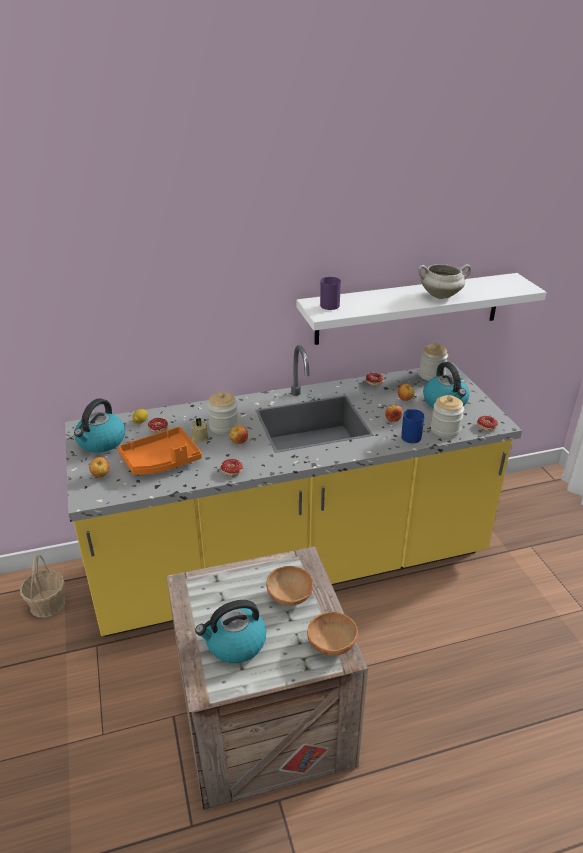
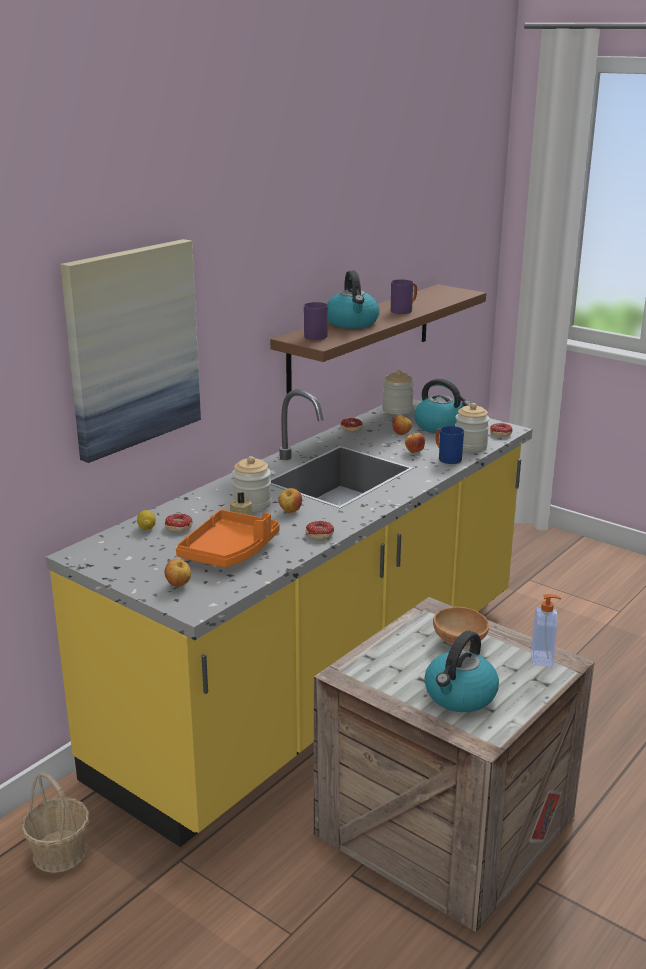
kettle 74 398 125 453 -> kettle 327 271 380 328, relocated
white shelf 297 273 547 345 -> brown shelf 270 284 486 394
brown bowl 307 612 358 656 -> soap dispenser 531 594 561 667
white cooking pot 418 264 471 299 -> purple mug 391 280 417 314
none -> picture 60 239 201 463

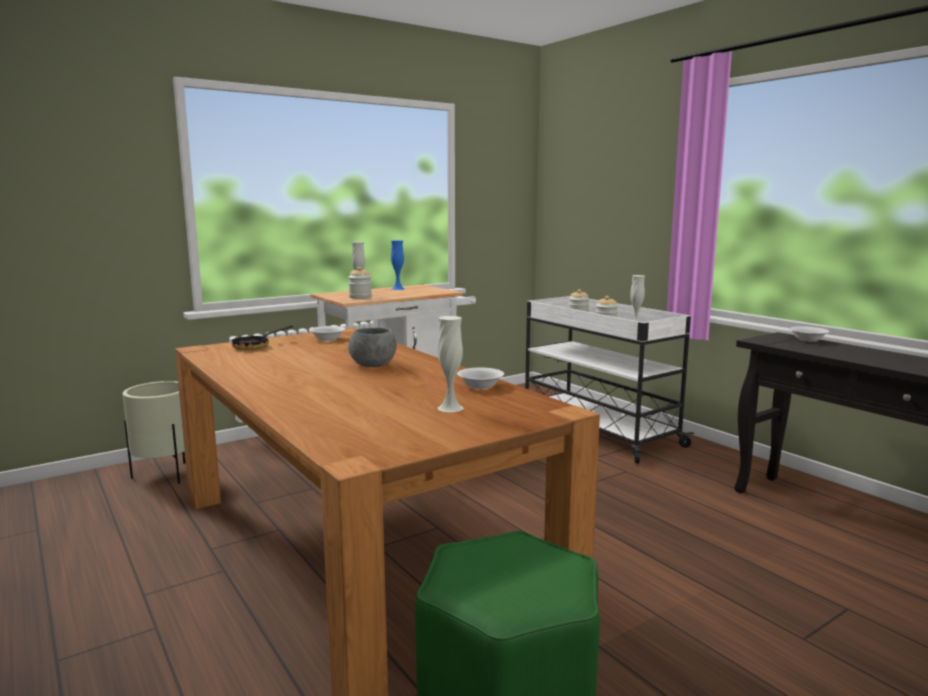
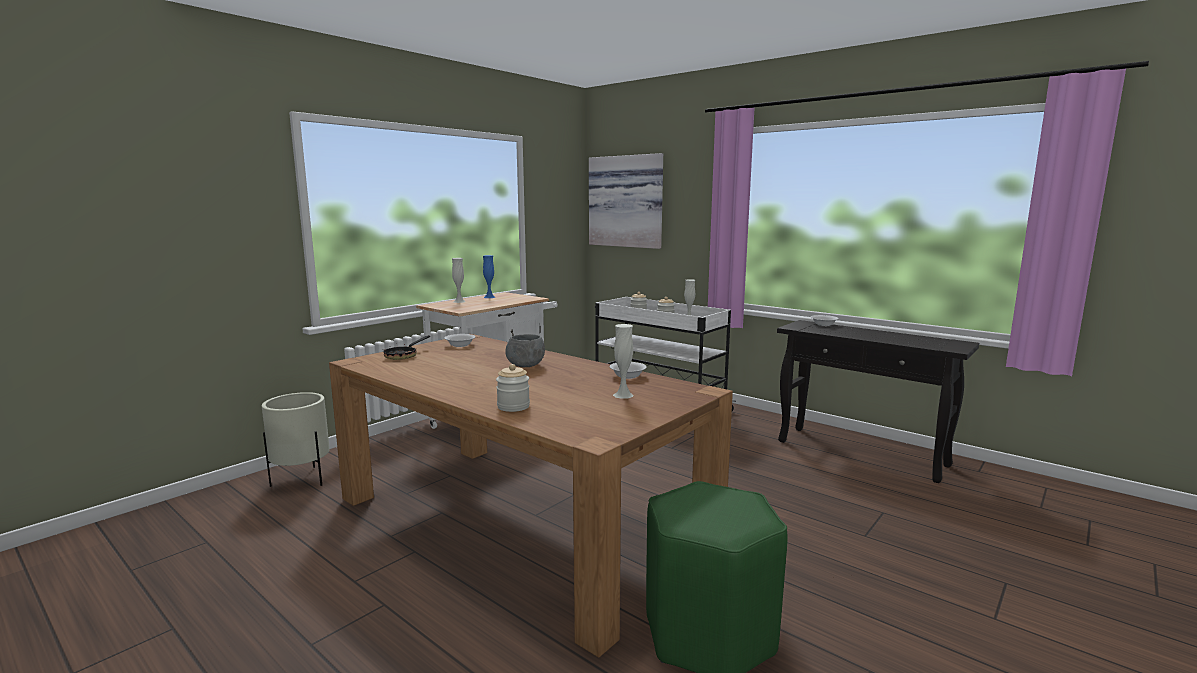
jar 348 267 372 299 -> jar 496 364 530 412, relocated
none -> picture 589 153 663 249

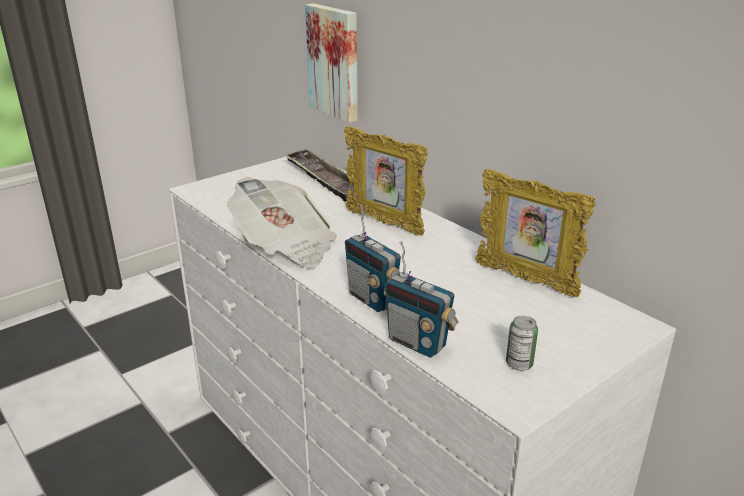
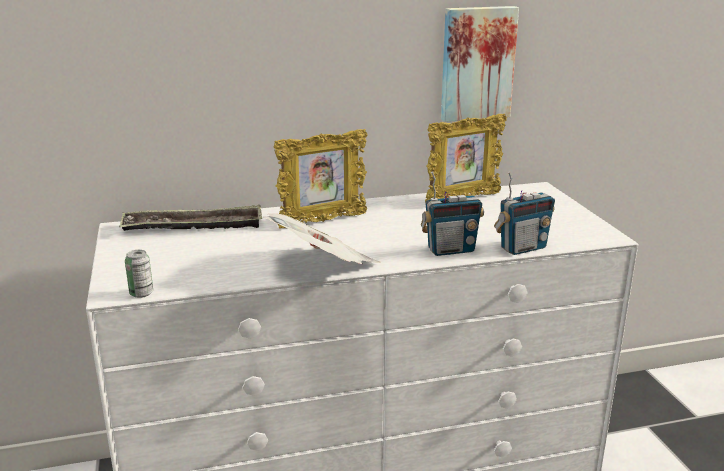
picture 305 3 358 123 -> picture 441 6 519 122, relocated
can 506 315 538 371 -> can 125 250 153 298, relocated

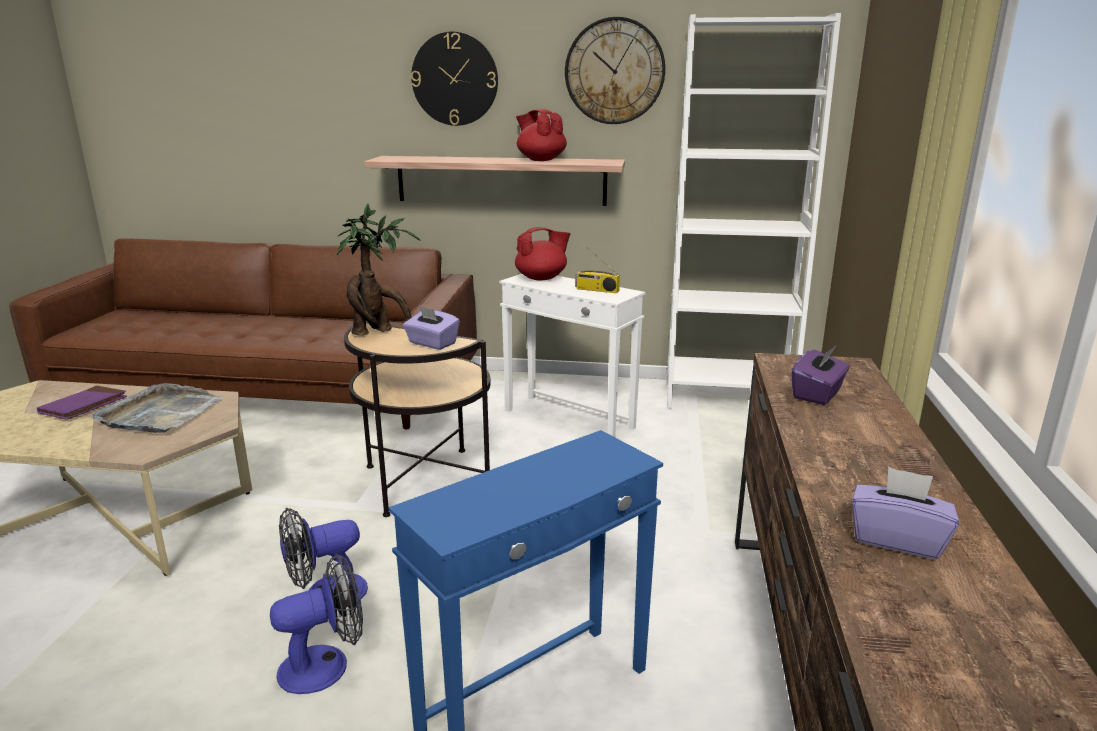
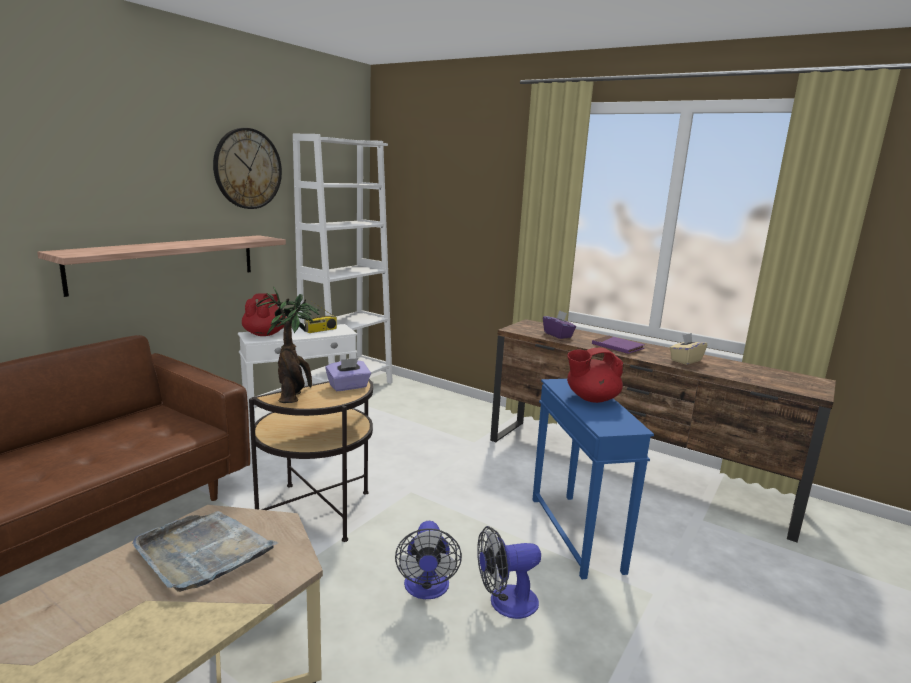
purple book 37 385 127 420 -> purple book 592 335 645 354, relocated
fan 270 554 363 694 -> fan 477 526 541 619, 105 degrees counterclockwise
wall clock 411 31 498 126 -> none
red teapot 516 109 567 161 -> red teapot 567 348 623 403, relocated
purple tissue box 852 467 959 559 -> beige tissue box 670 333 707 365

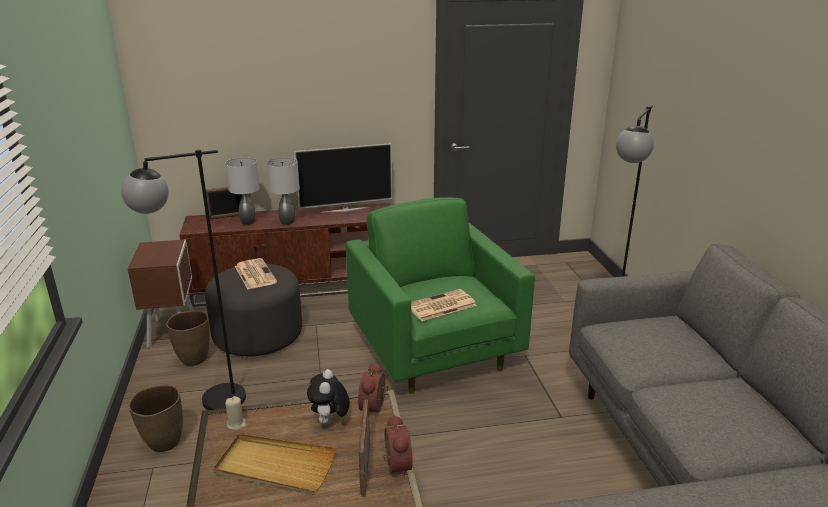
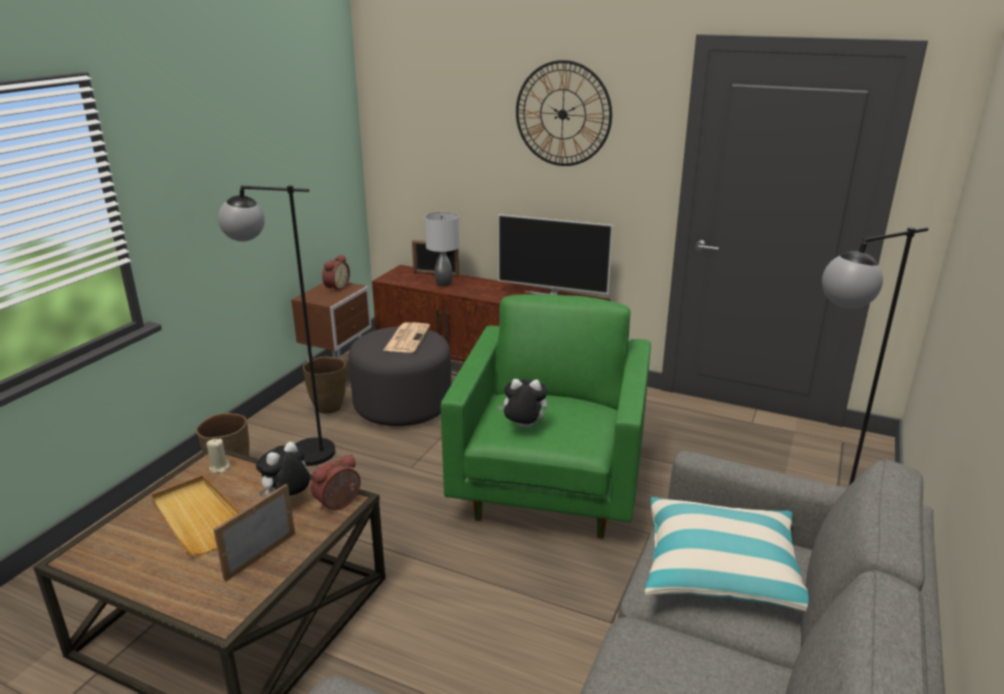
grey table lamp 266 157 300 225 -> none
alarm clock 383 414 413 478 -> alarm clock 322 254 350 292, relocated
newspaper 411 289 477 321 -> plush toy 498 379 548 428
none -> wall clock 516 60 612 166
none -> pillow 645 497 809 612

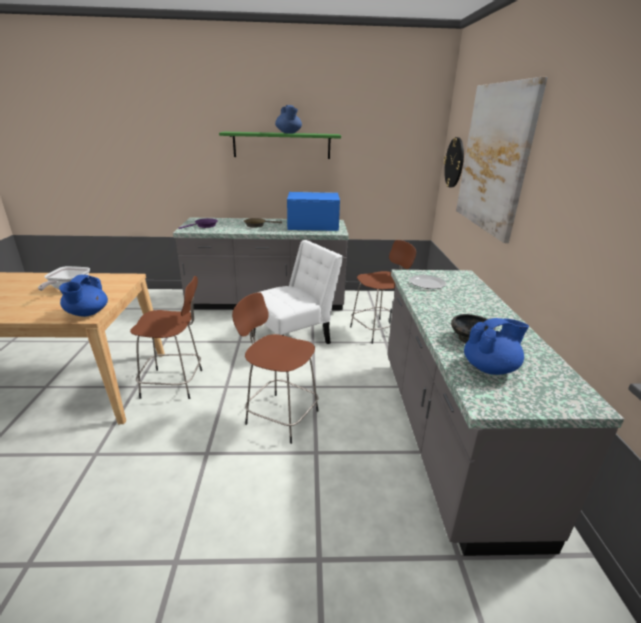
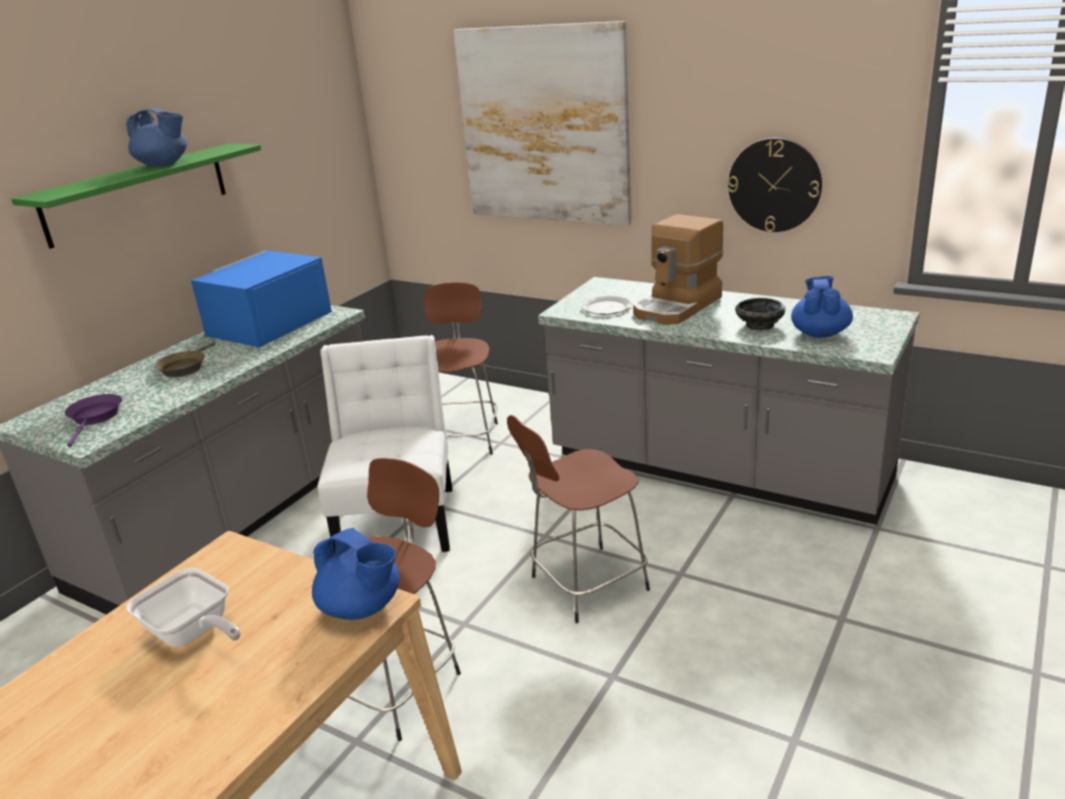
wall clock 444 137 464 187 -> wall clock 728 138 822 232, relocated
none -> coffee machine 633 214 723 325

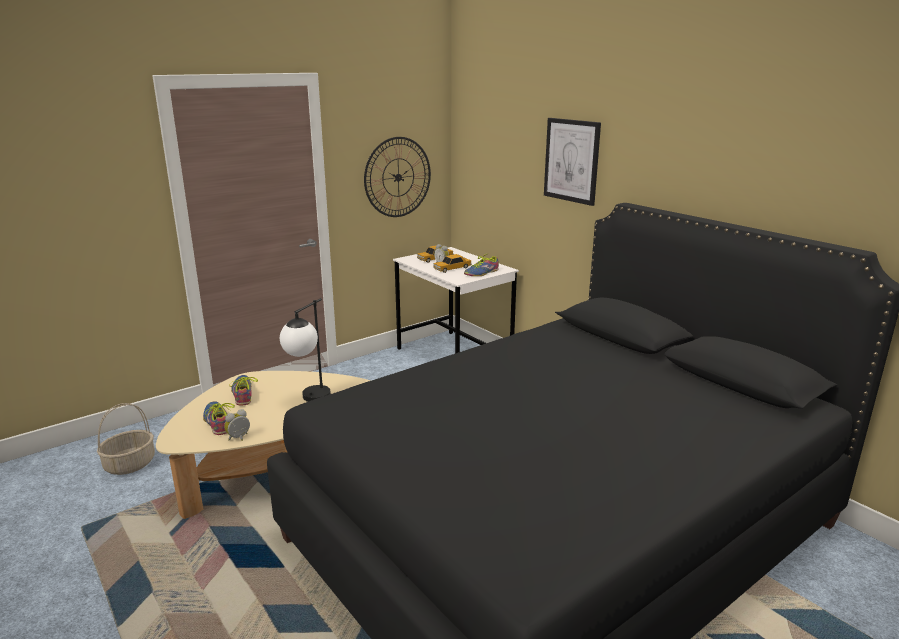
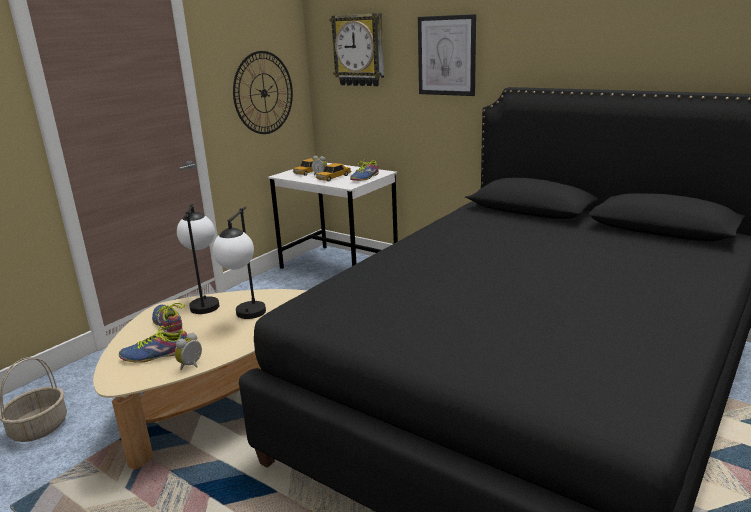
shoe 203 401 235 435 -> shoe 119 324 187 363, 60 degrees counterclockwise
none -> table lamp 177 204 219 314
none -> wall clock 329 13 384 86

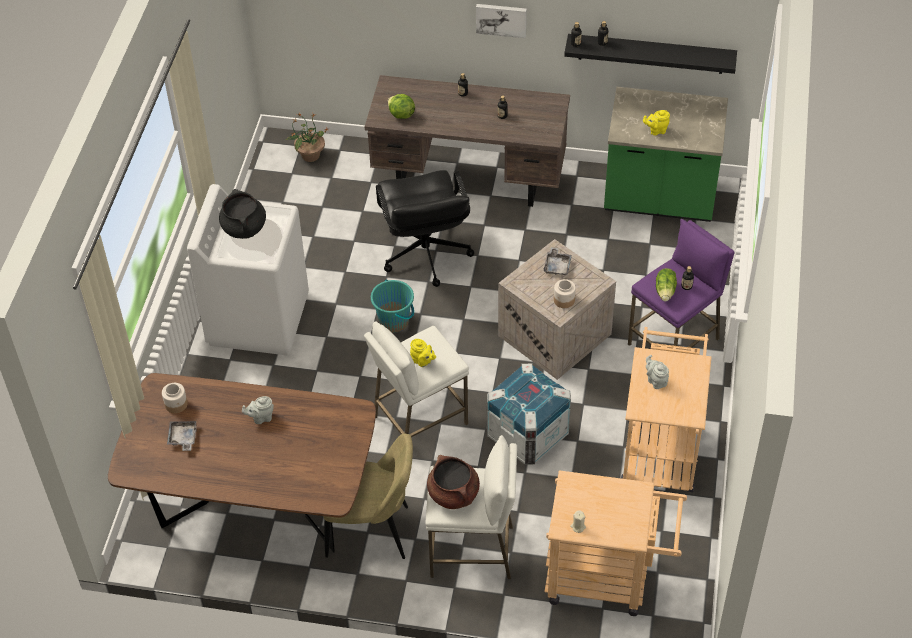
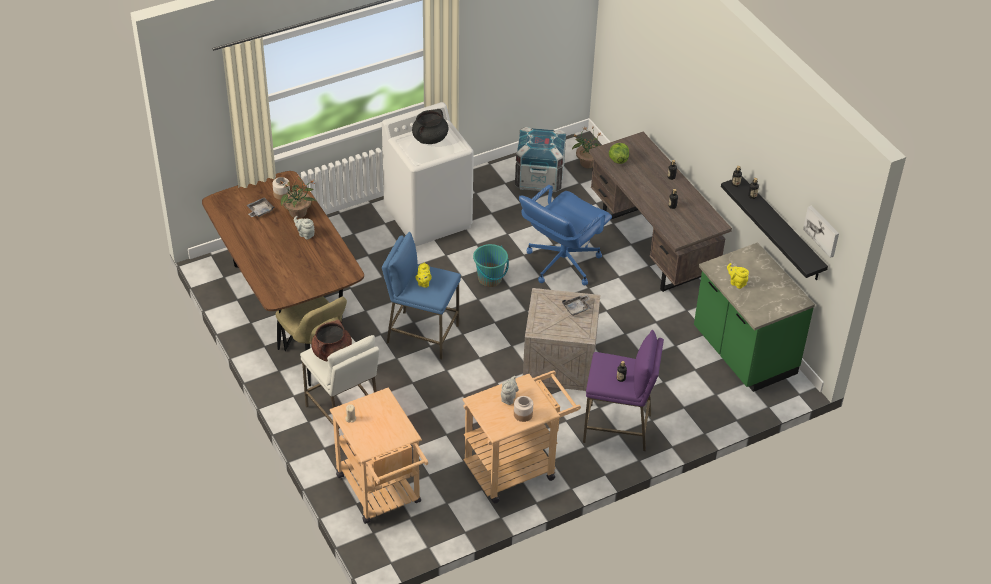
white stool 364 321 469 437 -> blue stool 382 232 461 359
black office chair 376 170 474 287 -> blue office chair 519 185 612 286
picture 476 4 527 38 -> picture 803 205 839 258, relocated
crate 487 364 571 465 -> crate 515 127 566 192, relocated
jar 554 279 576 308 -> jar 514 396 533 422, relocated
lettuce 656 268 677 302 -> none
none -> potted plant 279 176 317 218

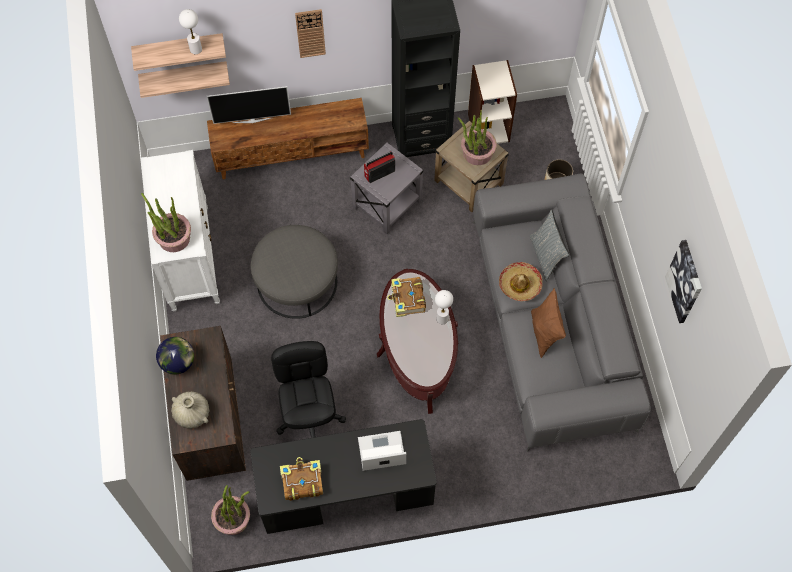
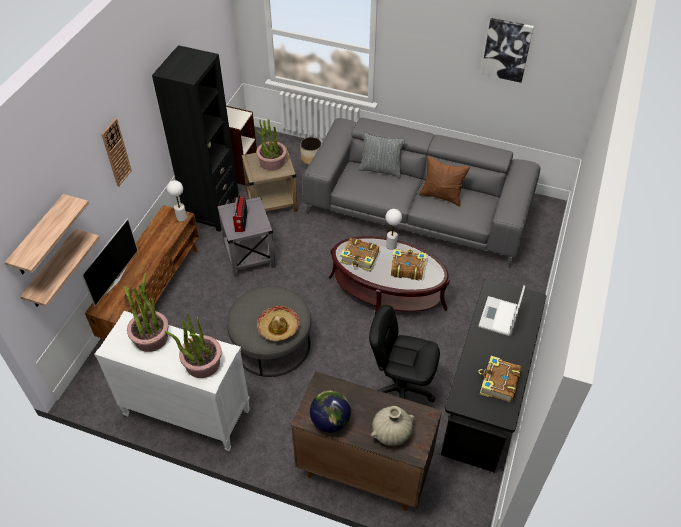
white table lamp 179 9 202 54 -> white table lamp 167 180 187 222, relocated
potted plant 211 485 250 535 -> potted plant 124 273 169 352, relocated
hat 499 262 543 301 -> hat 257 306 300 341, relocated
none -> book 391 249 426 280

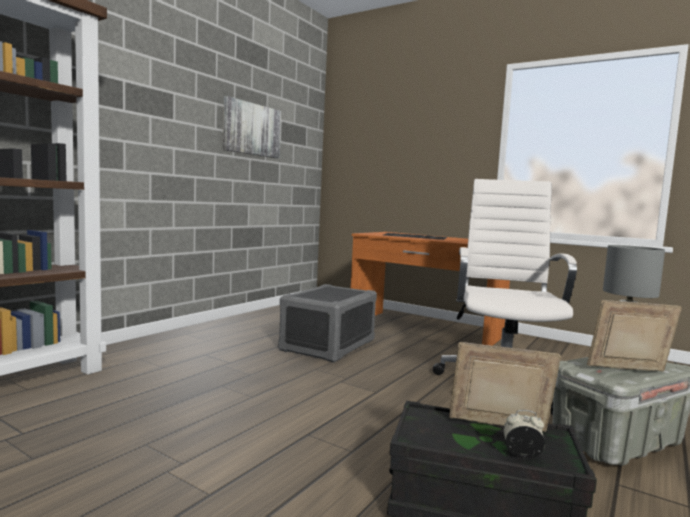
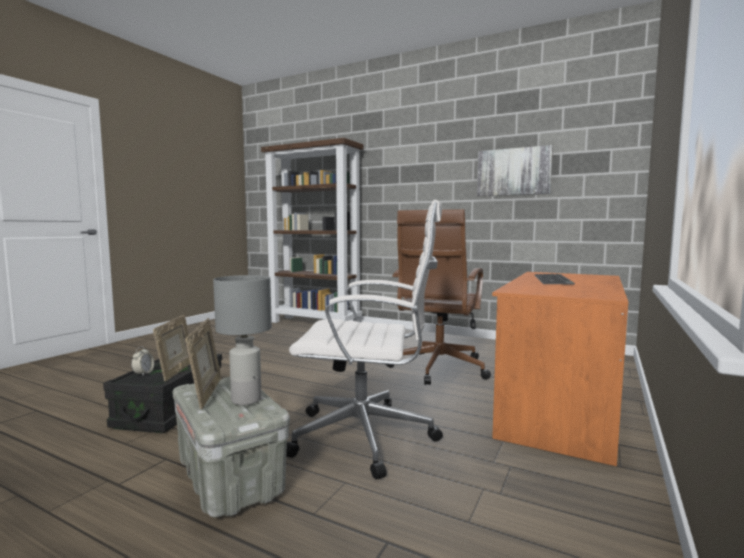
grey storage box 278 284 377 362 -> brown office chair 386 209 491 385

